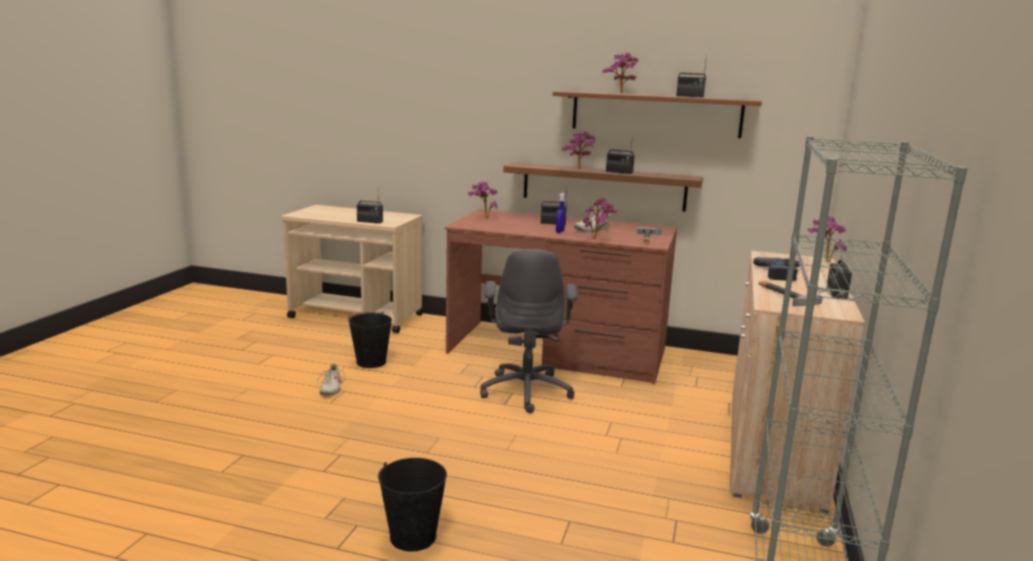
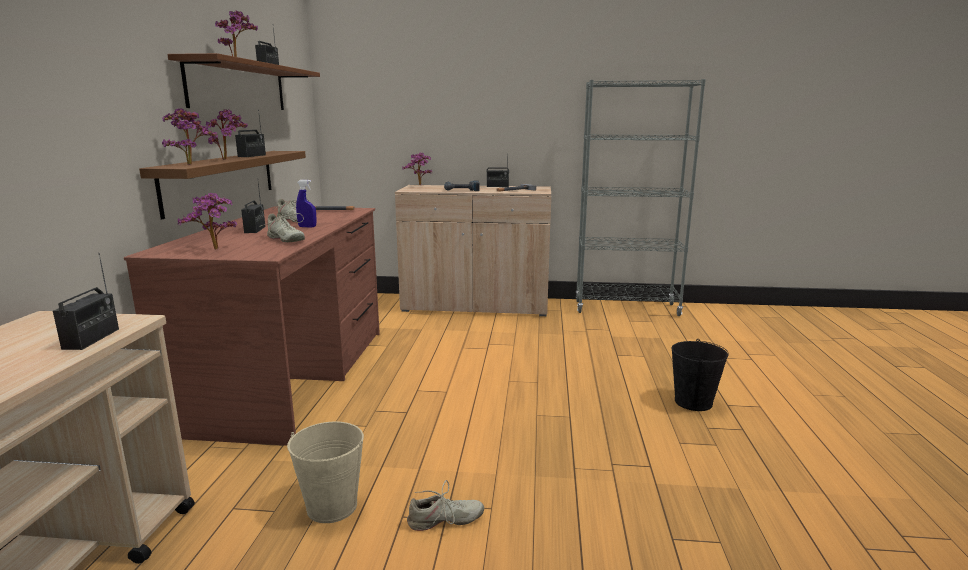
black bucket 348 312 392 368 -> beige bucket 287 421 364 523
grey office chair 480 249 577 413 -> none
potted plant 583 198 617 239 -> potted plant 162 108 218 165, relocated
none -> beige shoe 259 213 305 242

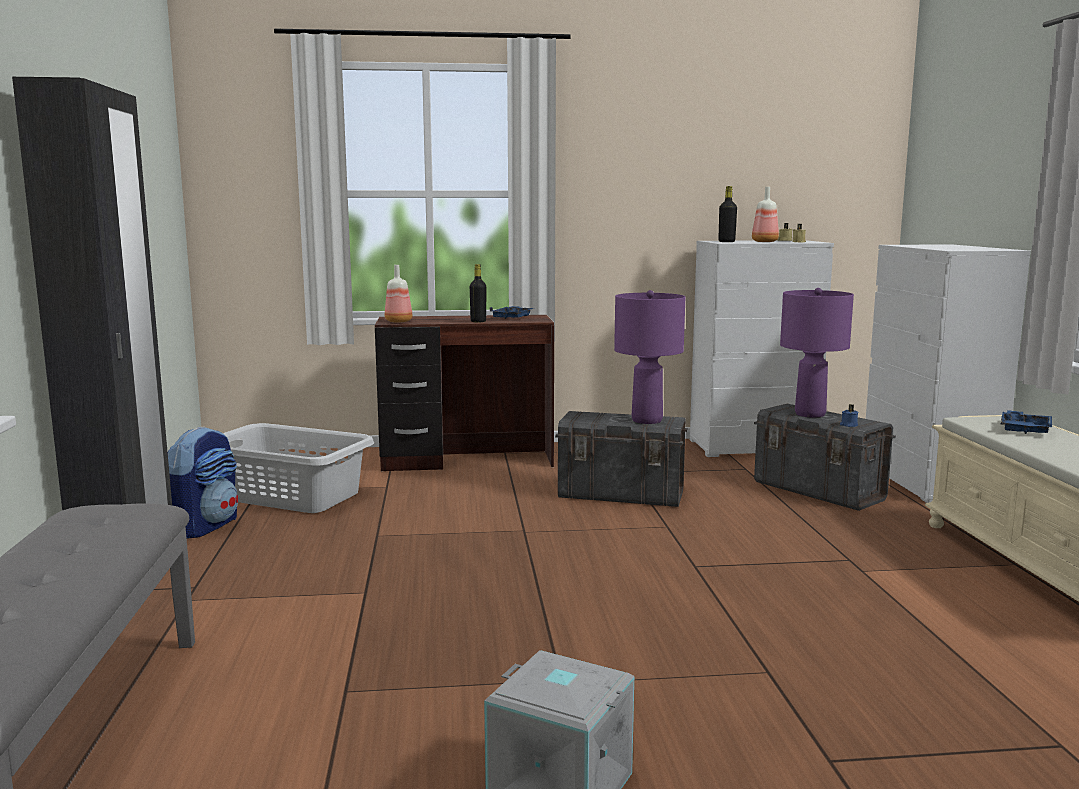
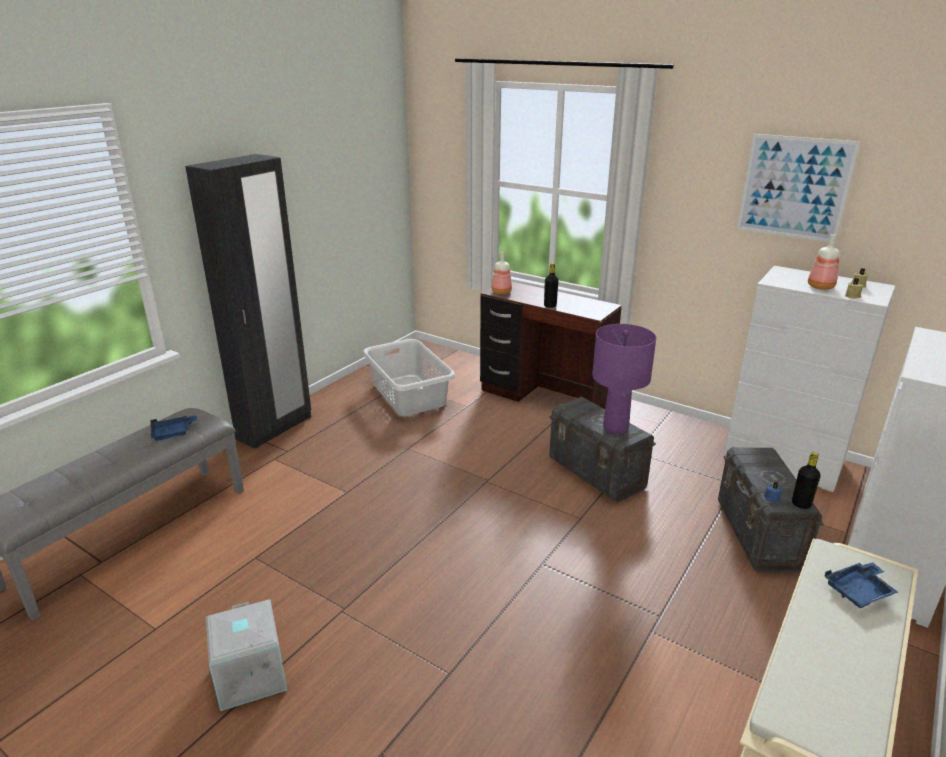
backpack 168 426 238 539 -> none
blue tray 489 306 533 319 -> blue tray 150 415 197 441, relocated
black bottle 718 186 737 242 -> black bottle 792 452 820 509, relocated
purple table lamp 780 288 854 417 -> none
none -> picture 737 134 860 243

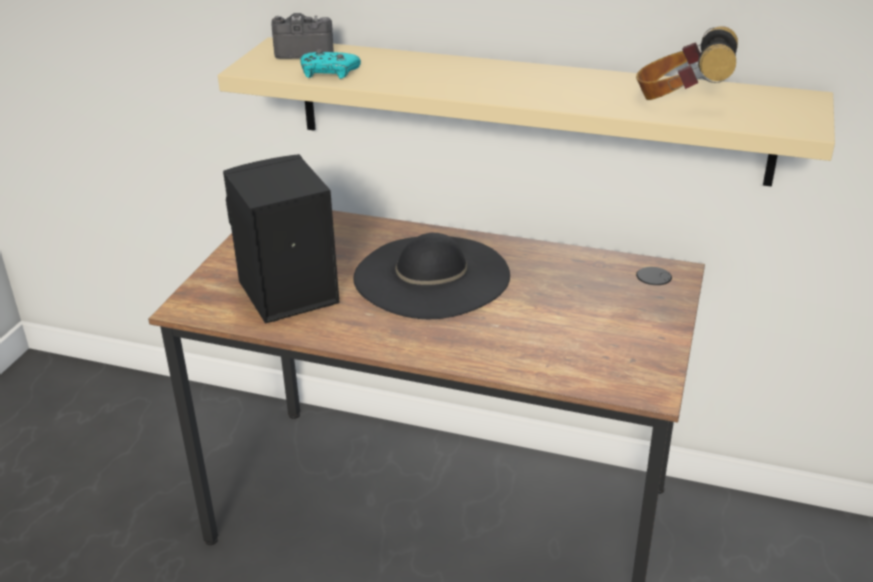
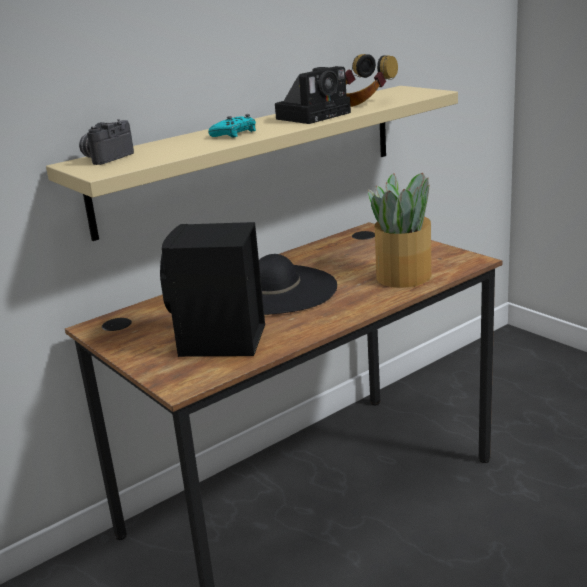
turquoise game controller 300 49 361 79 -> turquoise game controller 208 114 256 138, relocated
none -> photo camera 275 66 351 124
none -> potted plant 368 173 431 288

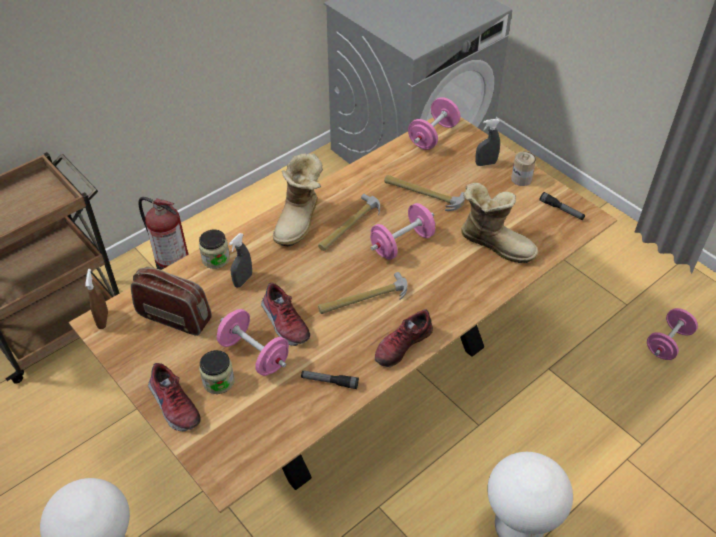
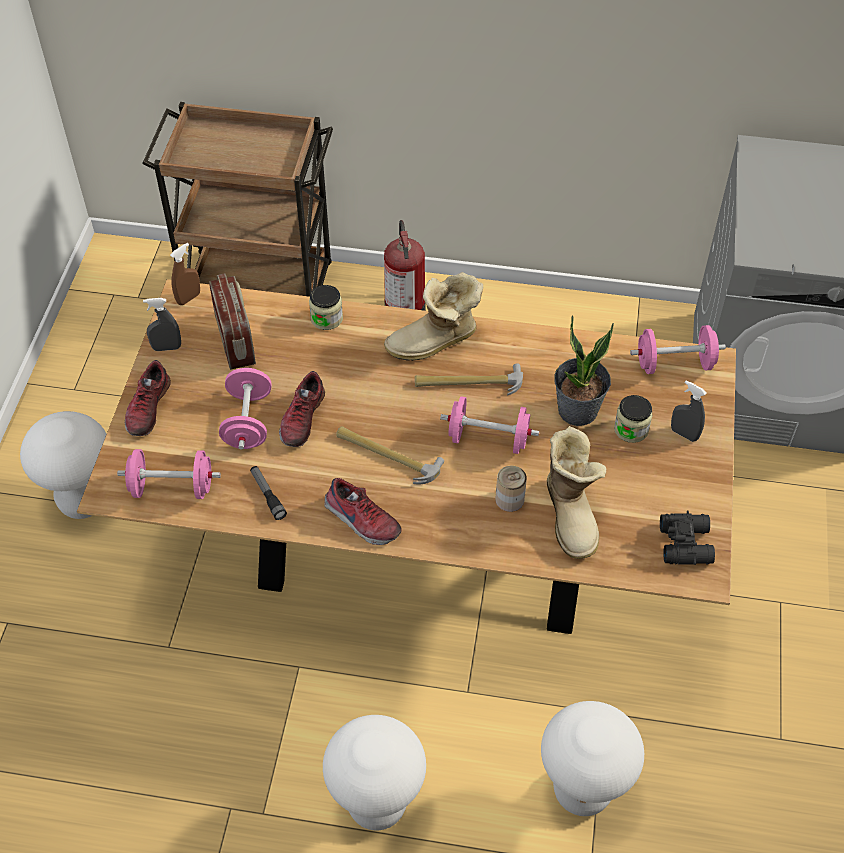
jar 199 350 235 394 -> jar 614 395 652 443, relocated
grey spray bottle 229 233 252 288 -> grey spray bottle 143 298 181 351, relocated
shoe 375 309 433 367 -> shoe 324 478 401 545, 150 degrees counterclockwise
hammer 384 175 465 211 -> potted plant 554 316 614 426
can 511 151 536 186 -> can 495 466 527 512, relocated
flashlight 539 192 585 220 -> black binoculars 660 511 715 565
pink dumbbell 647 308 698 360 -> pink dumbbell 117 449 221 499, relocated
none -> white stool 541 701 644 816

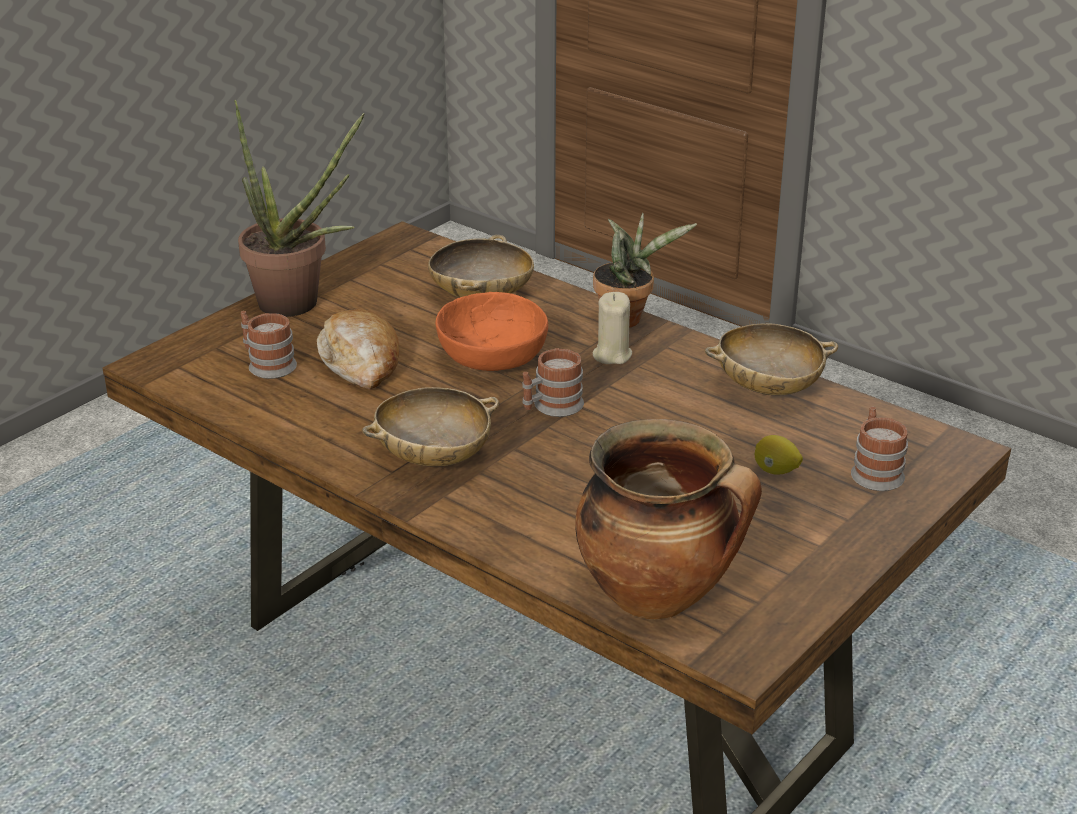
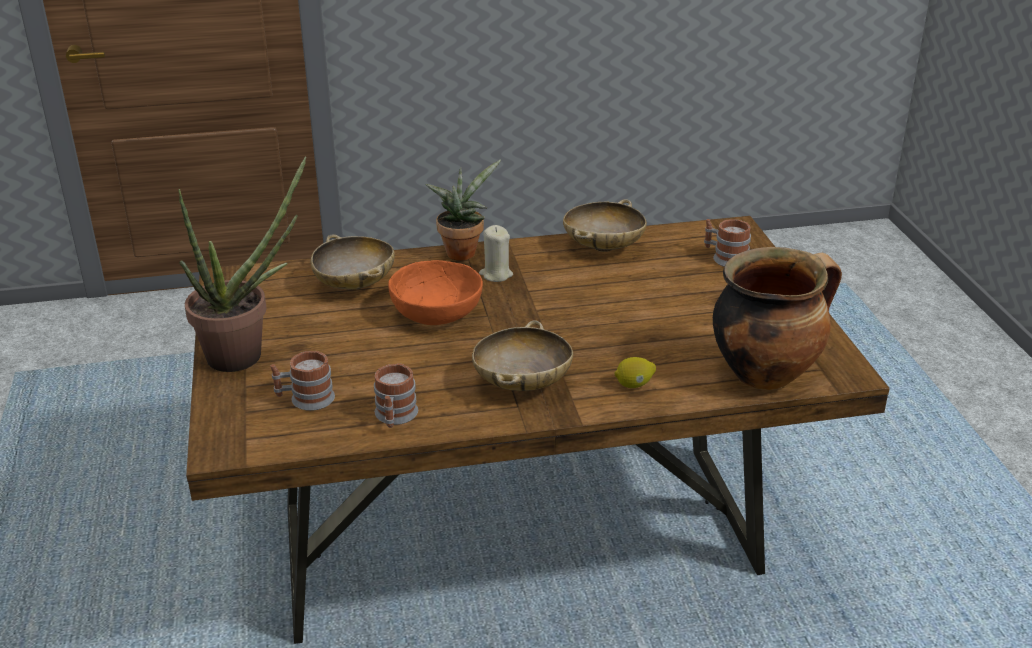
bread 317 309 399 389 -> none
mug 522 348 584 417 -> mug 374 363 418 428, relocated
lemon 755 435 803 475 -> lemon 614 357 656 388, relocated

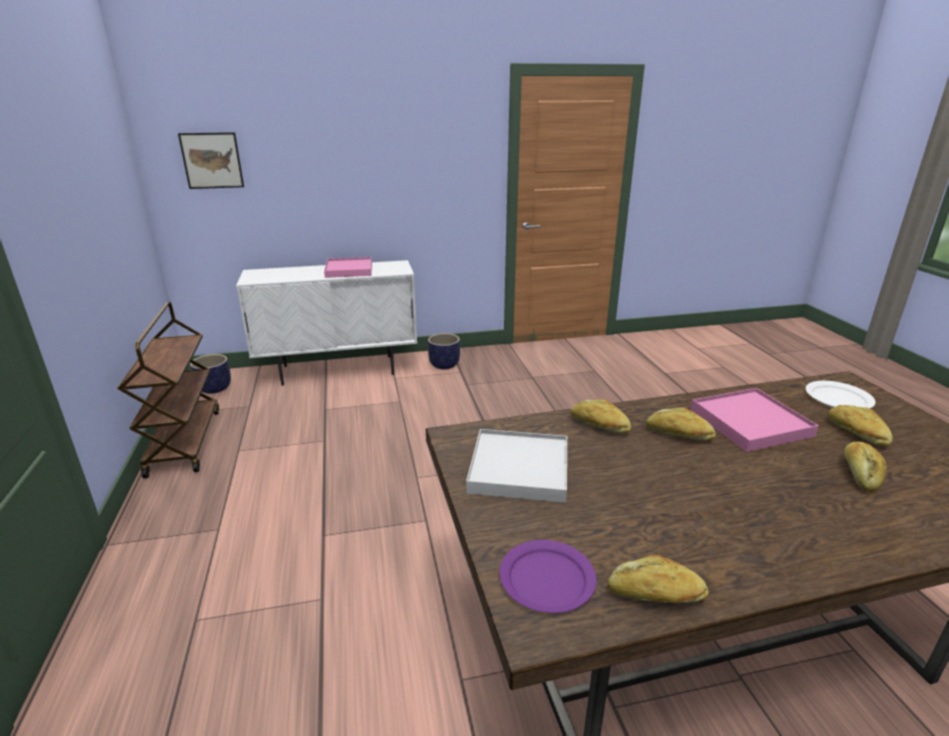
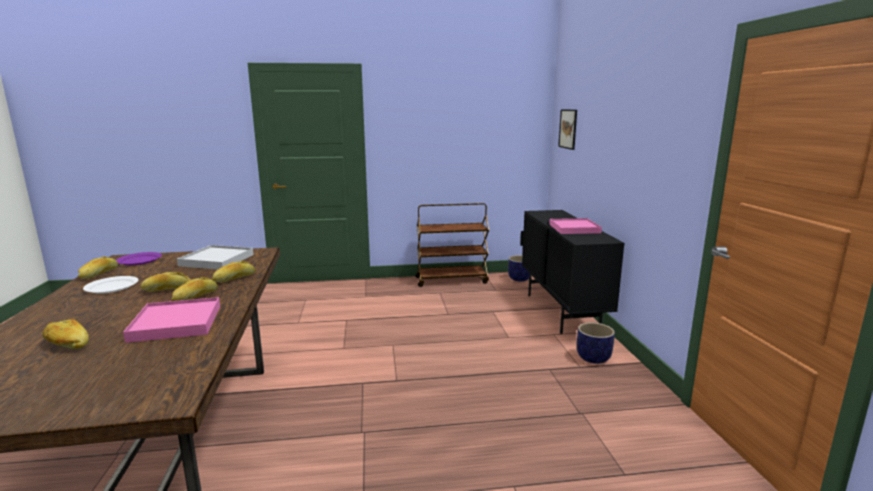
white cabinet 236 260 417 386 -> black cabinet 520 210 624 334
white plate 806 381 876 408 -> white plate 83 276 139 294, relocated
bread 828 405 893 446 -> bread 140 272 191 292, relocated

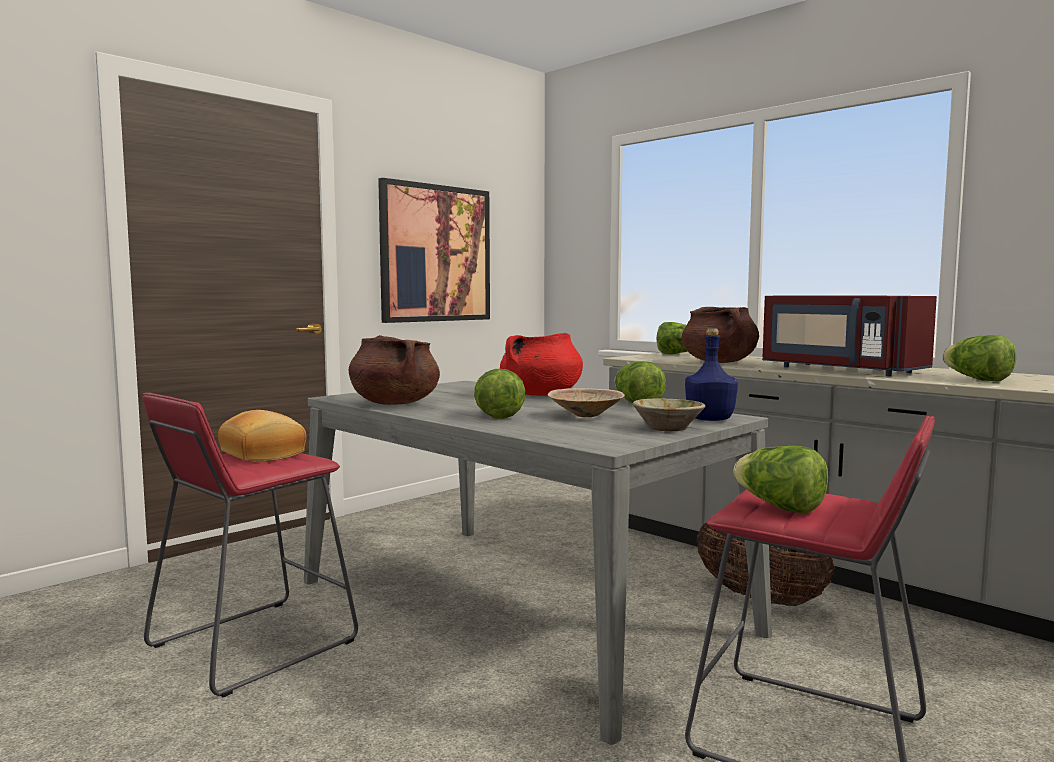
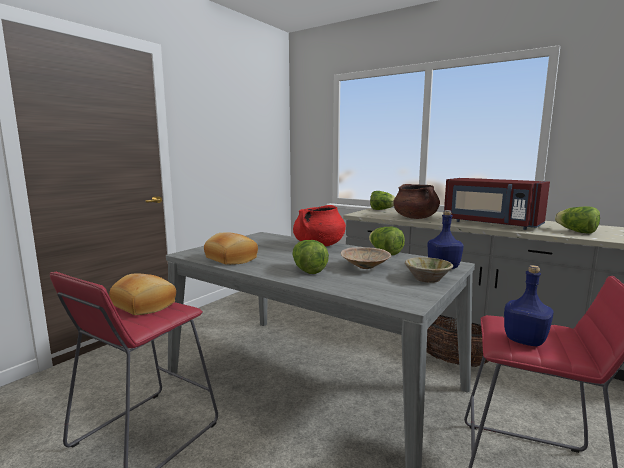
brown cooking pot 348 335 440 405 -> bread 204 232 258 265
picture 378 178 490 323 -> none
lettuce 733 446 828 514 -> blue bottle 504 265 554 346

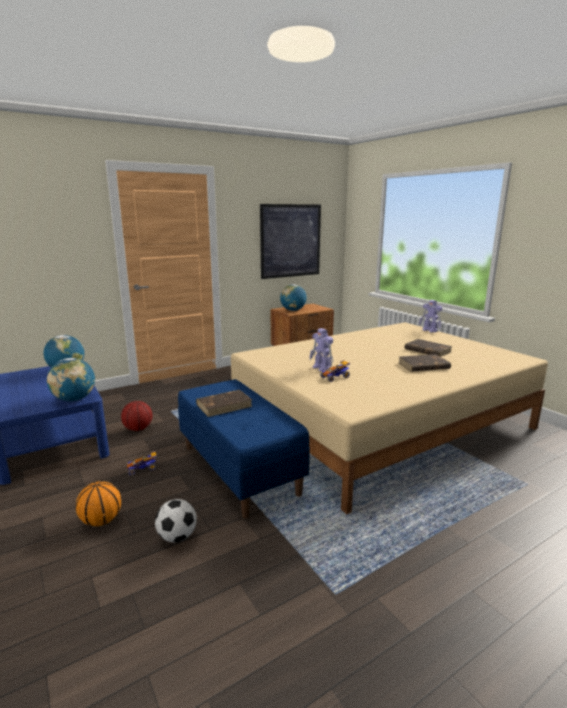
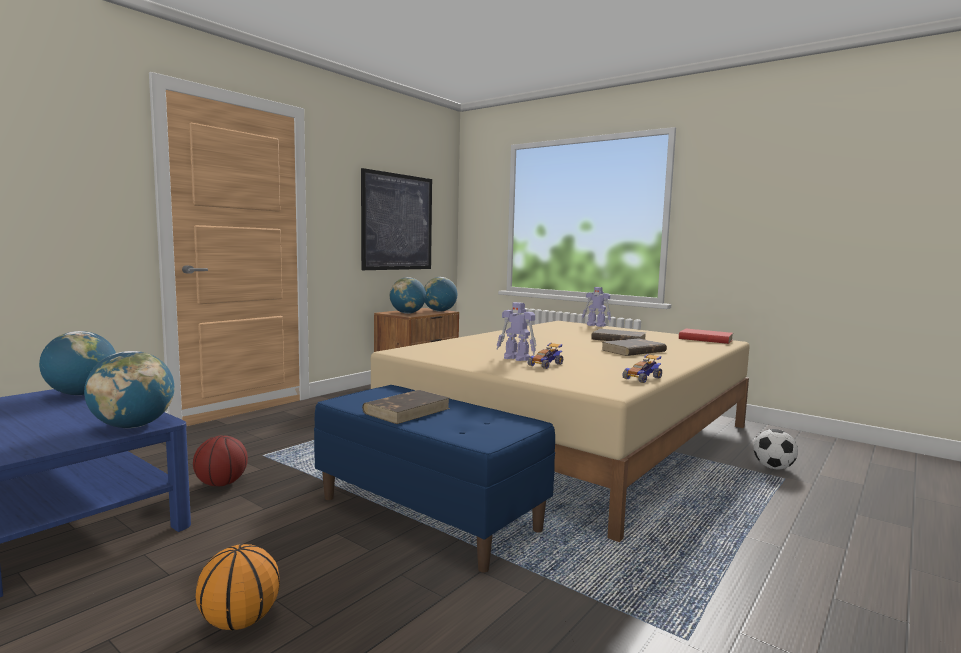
toy car 127 451 157 475 -> toy car 622 354 662 383, relocated
football 155 499 197 542 -> football 753 429 798 469, relocated
none -> globe 424 277 457 312
none -> red book 679 329 733 344

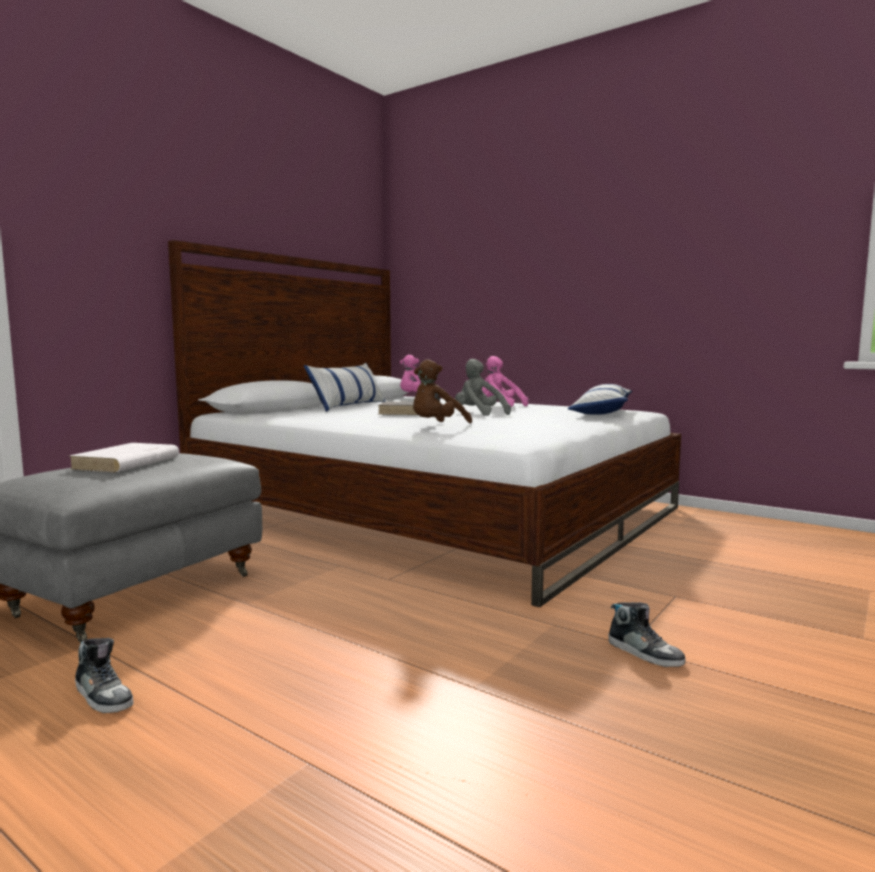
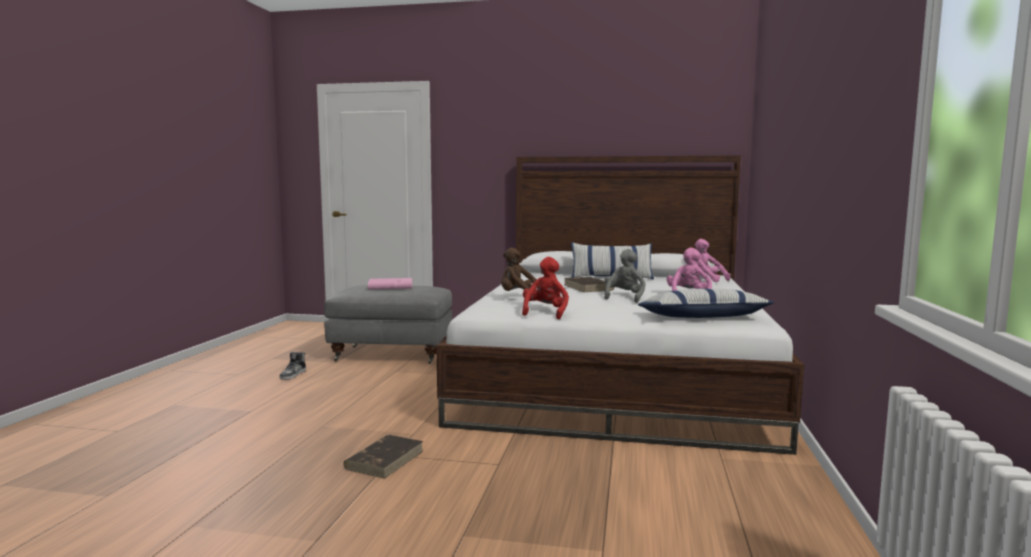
white book 69 443 179 473 -> pink book 368 278 412 289
shoe 608 602 686 667 -> brown book 343 435 423 479
none -> red plush toy 522 257 569 319

